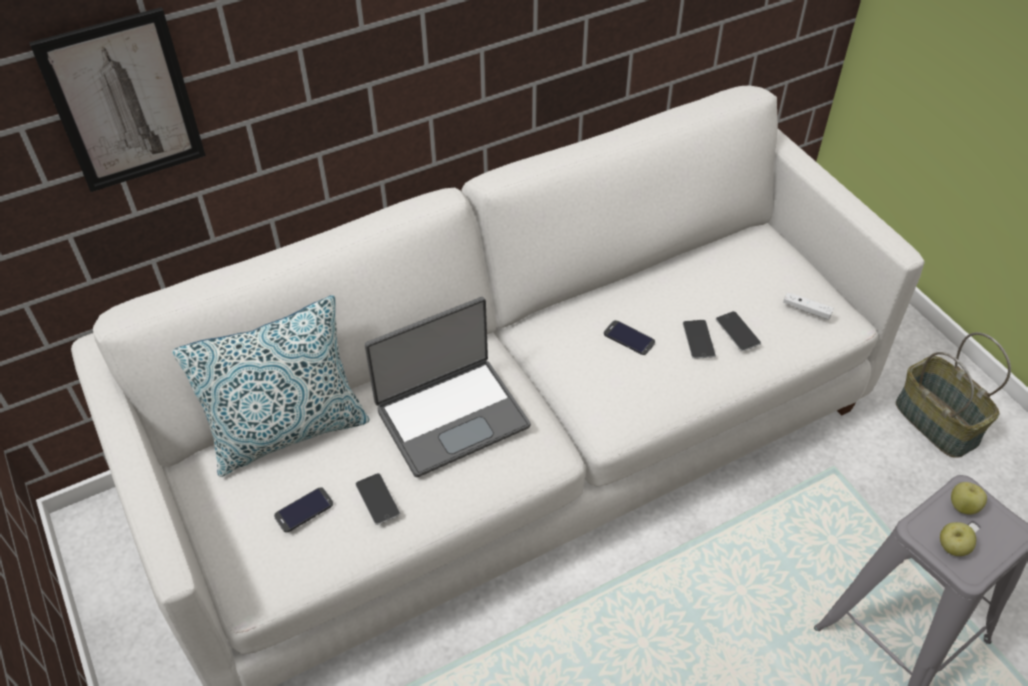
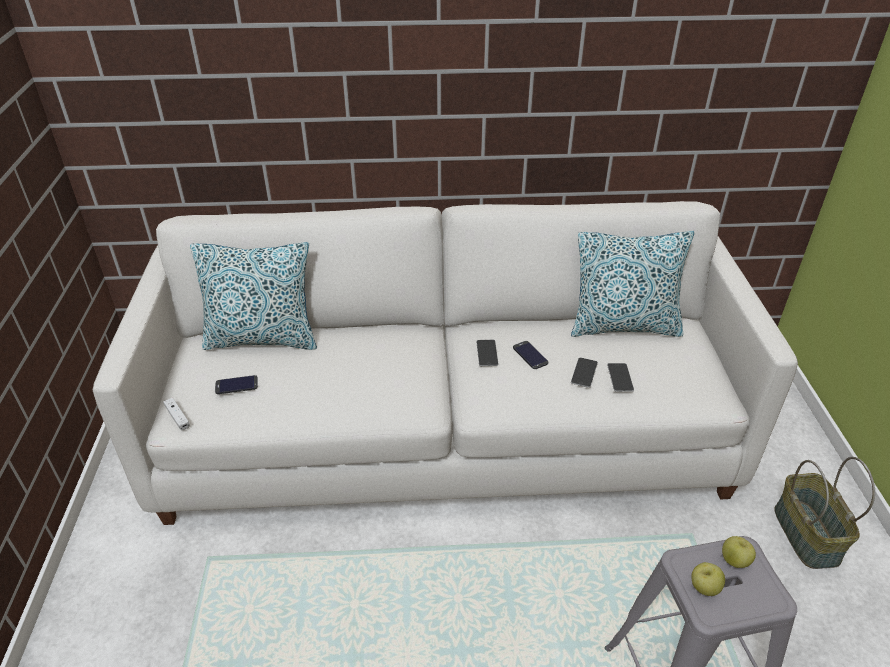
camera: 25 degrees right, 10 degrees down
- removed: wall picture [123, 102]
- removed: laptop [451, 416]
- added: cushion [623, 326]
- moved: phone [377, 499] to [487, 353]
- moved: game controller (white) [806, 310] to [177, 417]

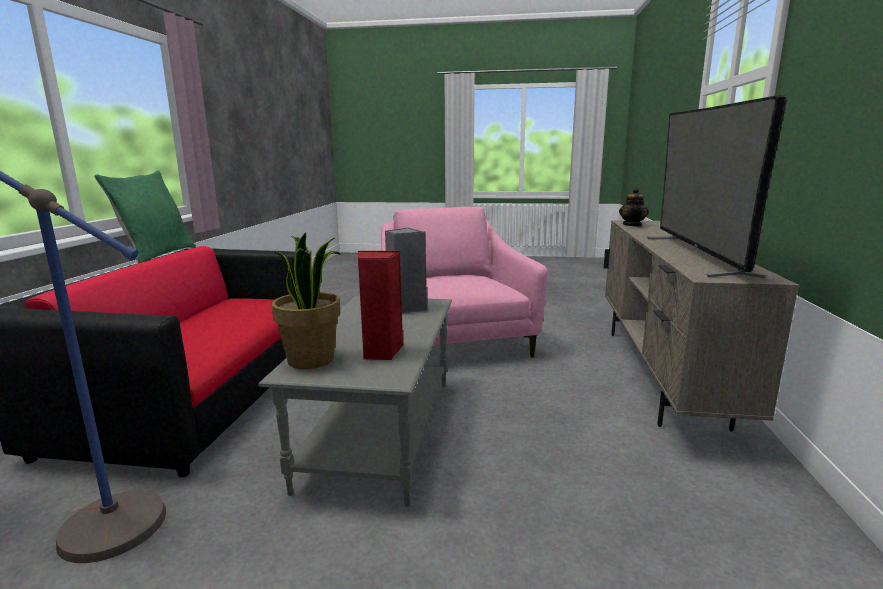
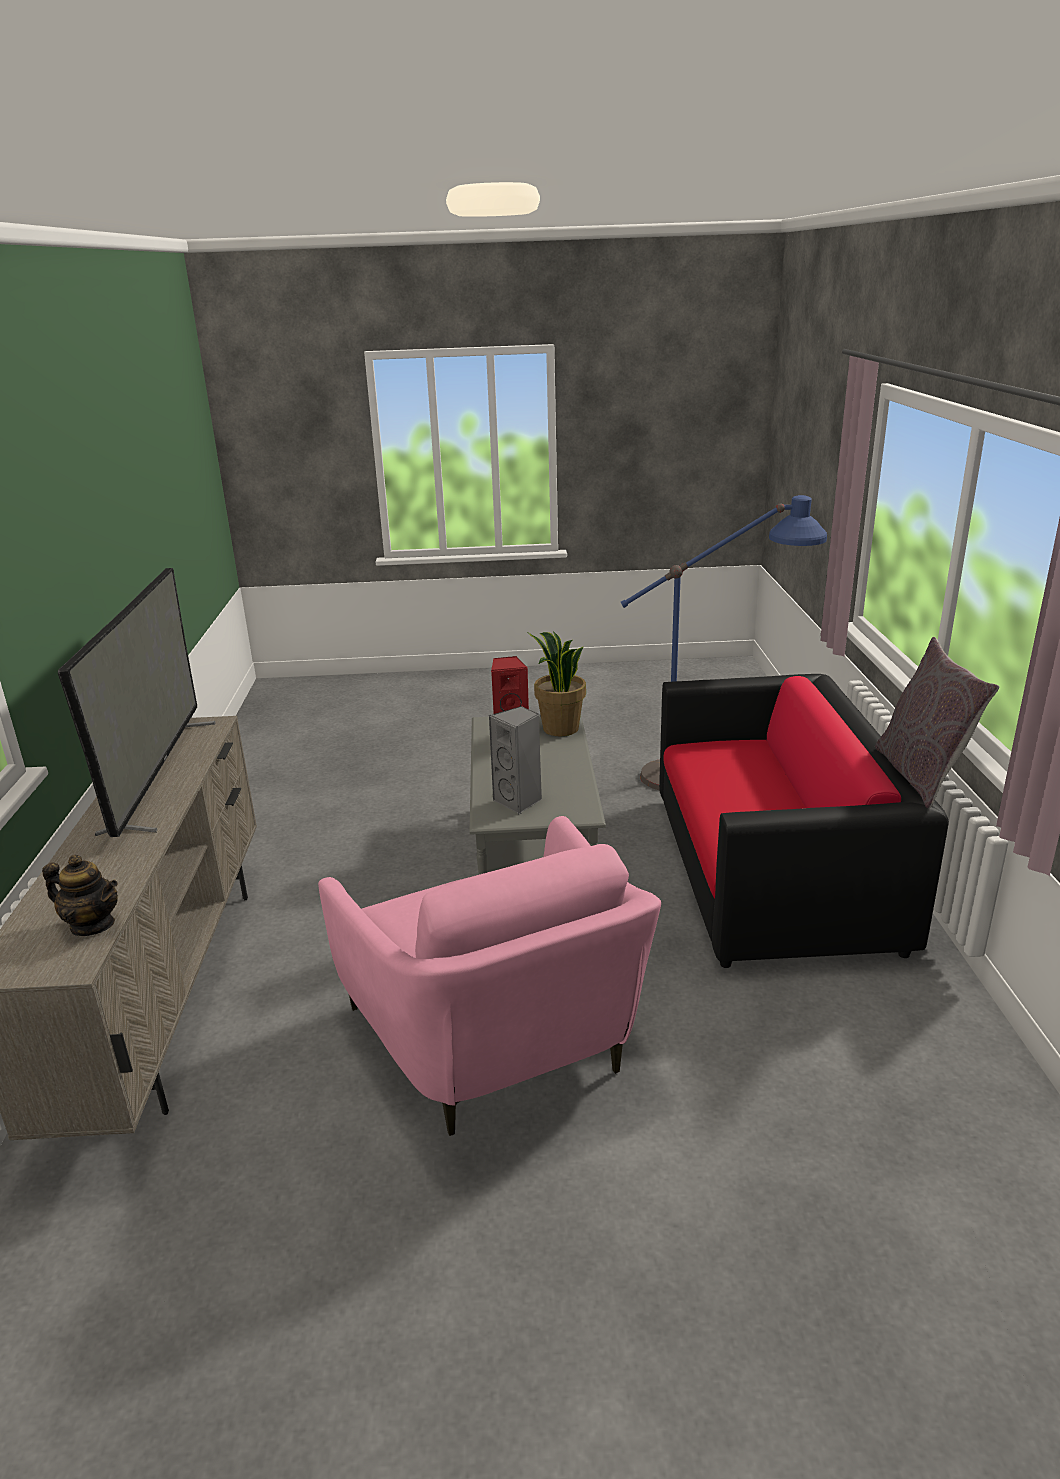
camera: 170 degrees right, 10 degrees up
- recoloured: cushion (green-coloured) [156, 255] to cushion (grey) [922, 775]
- turned: tea pot [632, 225] = [92, 925] 105 degrees clockwise

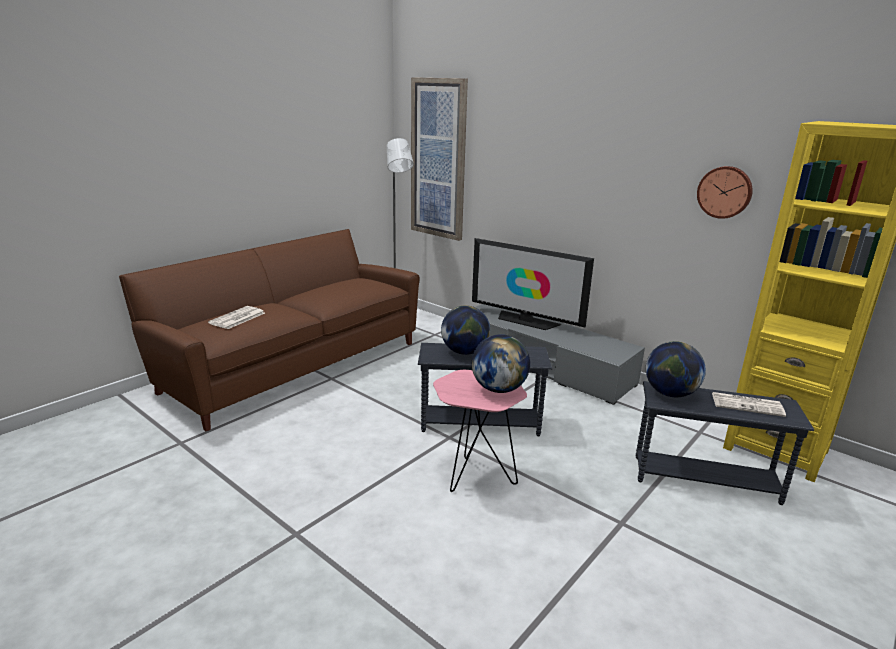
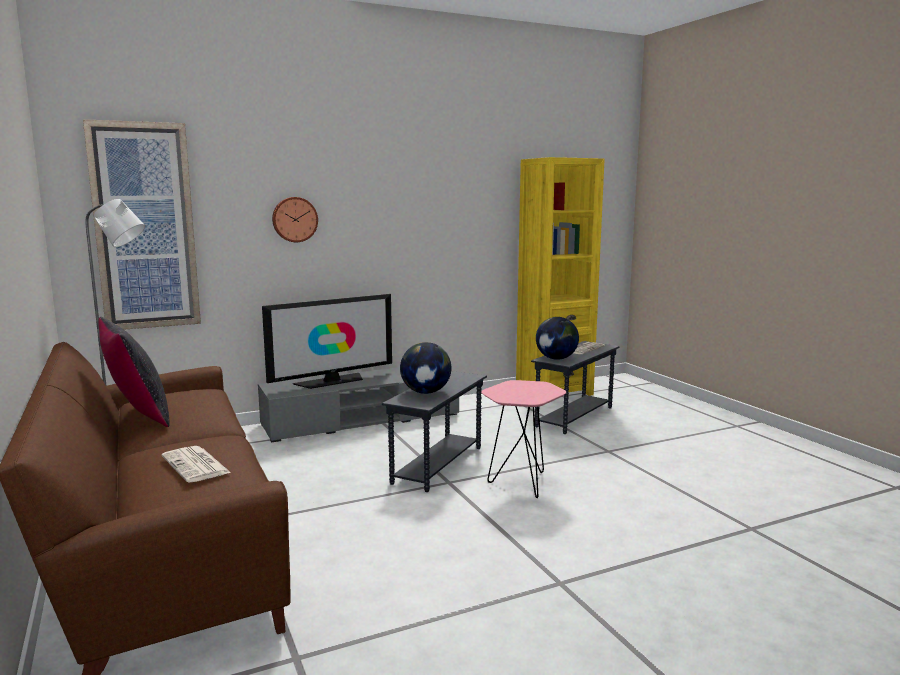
camera: 65 degrees left, 10 degrees down
- removed: globe [499, 389]
- added: cushion (black-coloured) [138, 415]
- moved: hanging clock [725, 192] to [294, 219]

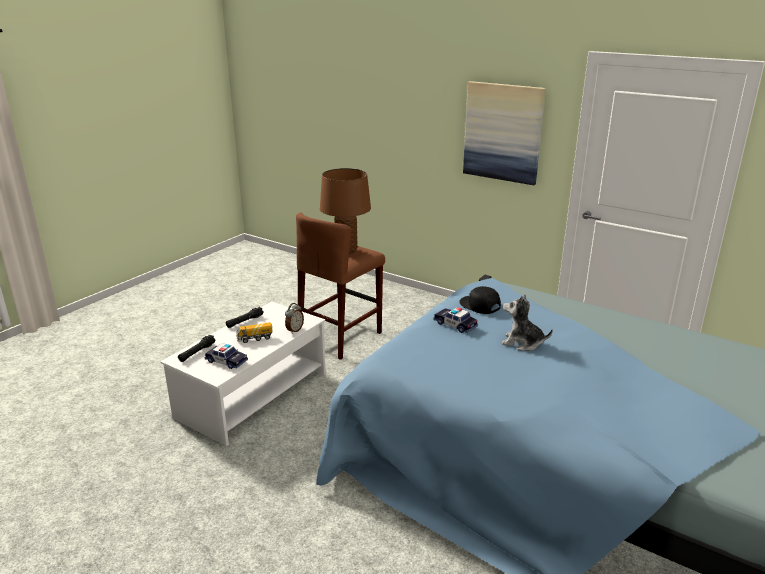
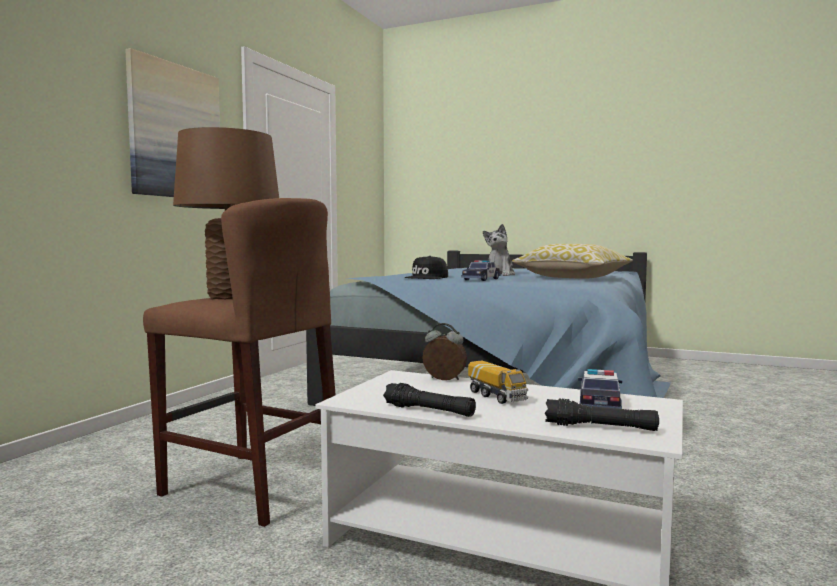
camera: 100 degrees left, 20 degrees down
- added: cushion [573, 277]

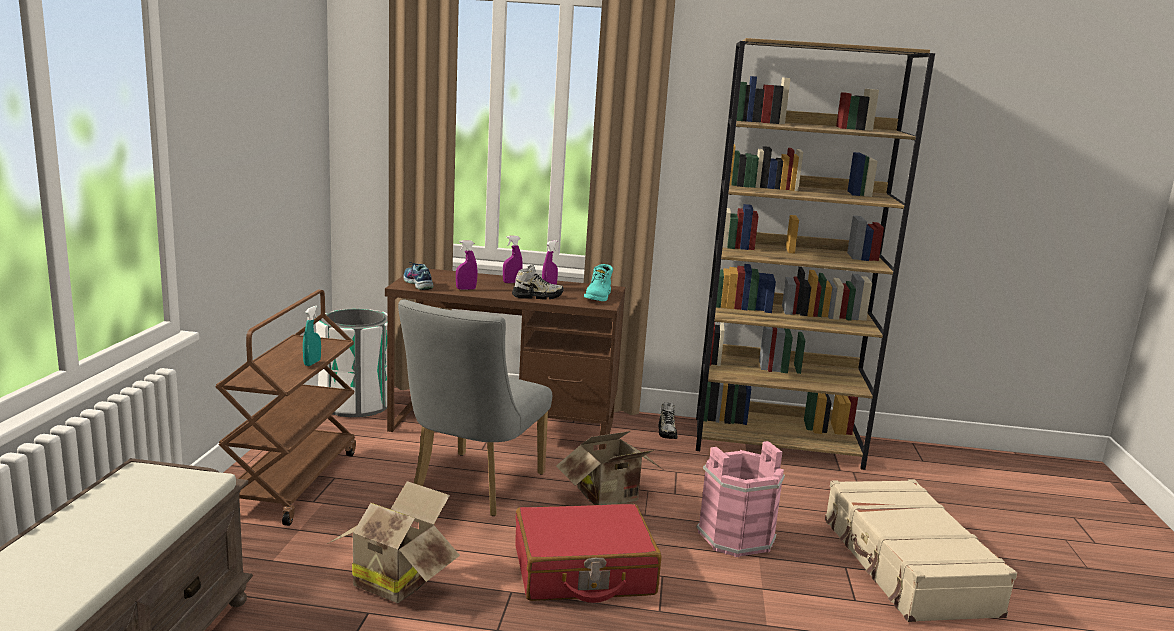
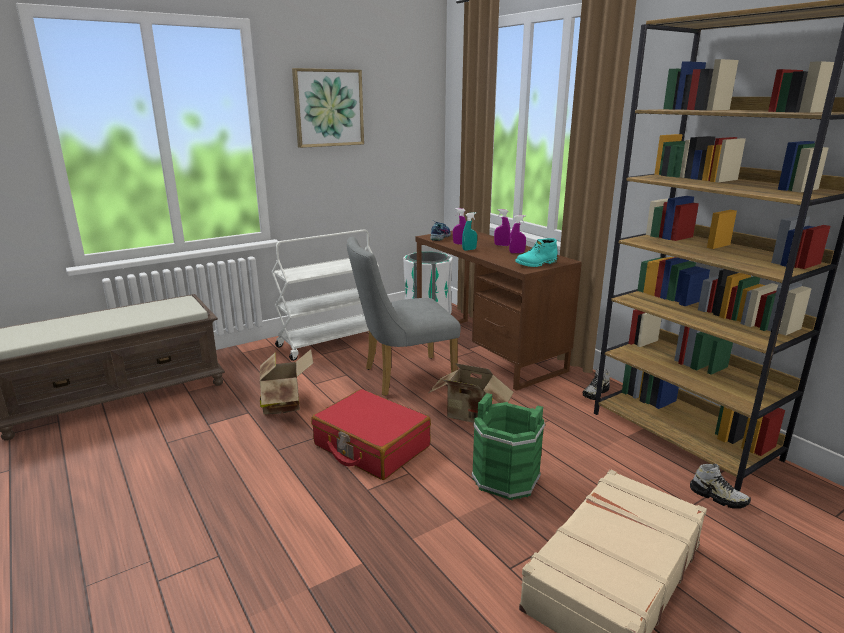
camera: 50 degrees right, 5 degrees up
- added: wall picture [328, 108]
- moved: hand sprayer (turquoise) [312, 363] to [469, 249]
- moved: shoe [537, 296] to [718, 497]
- recoloured: trolley (brown) [292, 482] to trolley (white) [330, 342]
- recoloured: pail (pink-coloured) [735, 536] to pail (green-coloured) [506, 478]

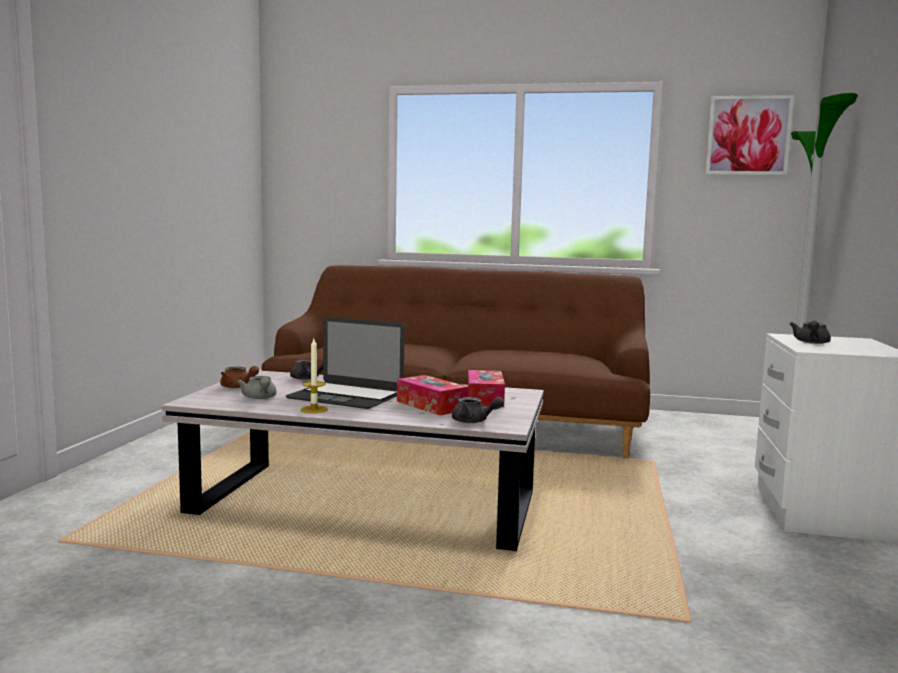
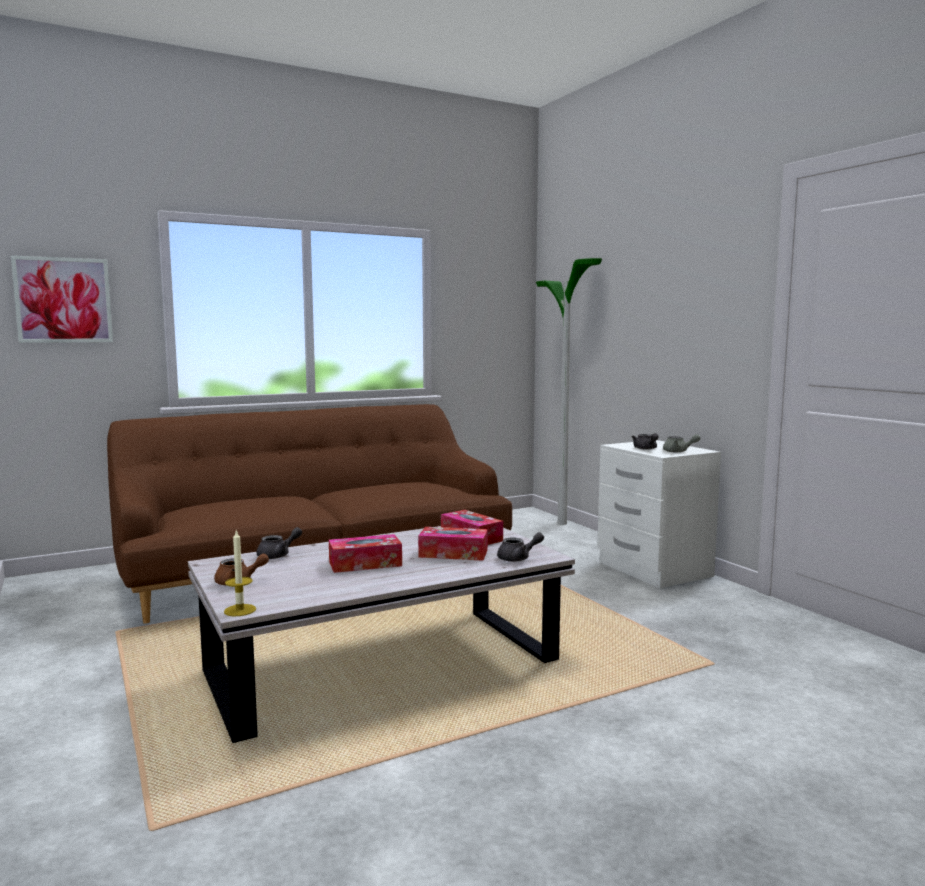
camera: 40 degrees left, 0 degrees up
- moved: tea pot (grey) [260, 398] to [678, 451]
- moved: wax light [314, 409] to [240, 610]
- moved: wall picture [748, 135] to [63, 300]
- replaced: laptop [345, 396] to tissue holder [365, 564]

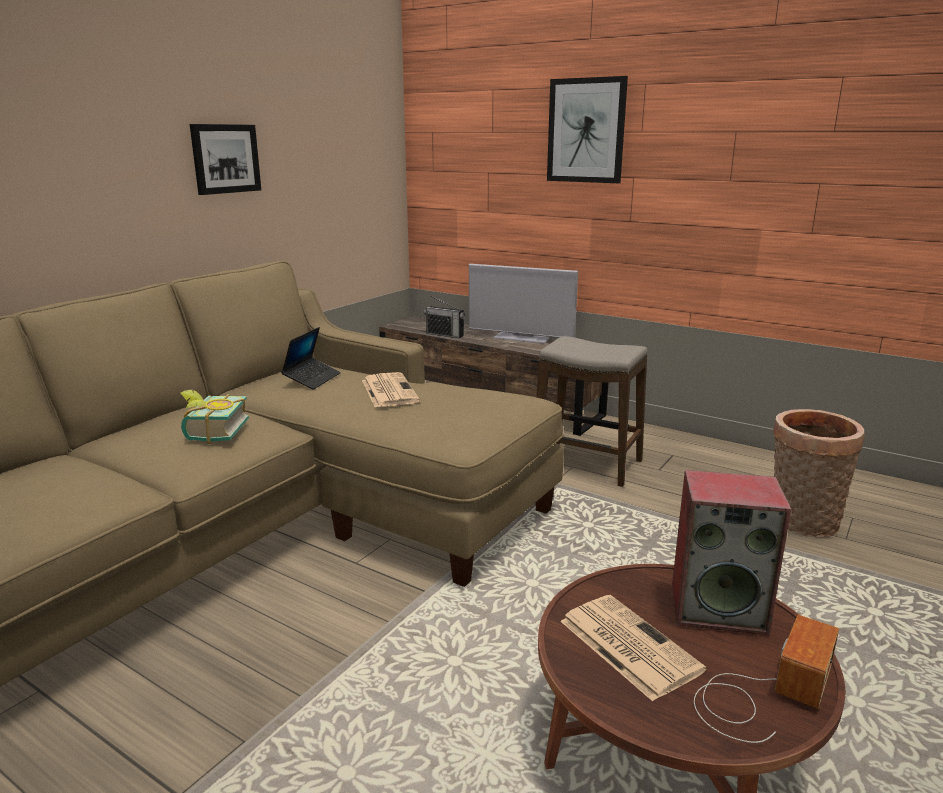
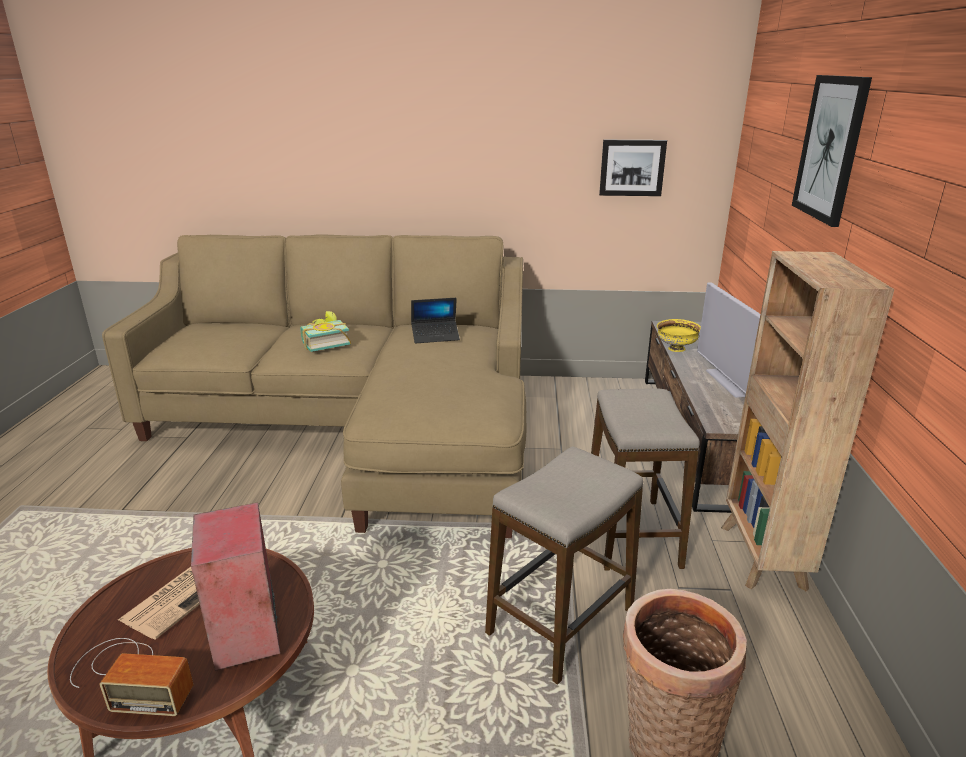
camera: 60 degrees right, 5 degrees up
- removed: printed paper [388, 391]
- added: stool seat [561, 622]
- added: shelving unit (brown) [762, 558]
- moved: wall picture [225, 158] to [632, 167]
- replaced: radio [445, 335] to serving bowl (yellowish) [676, 349]

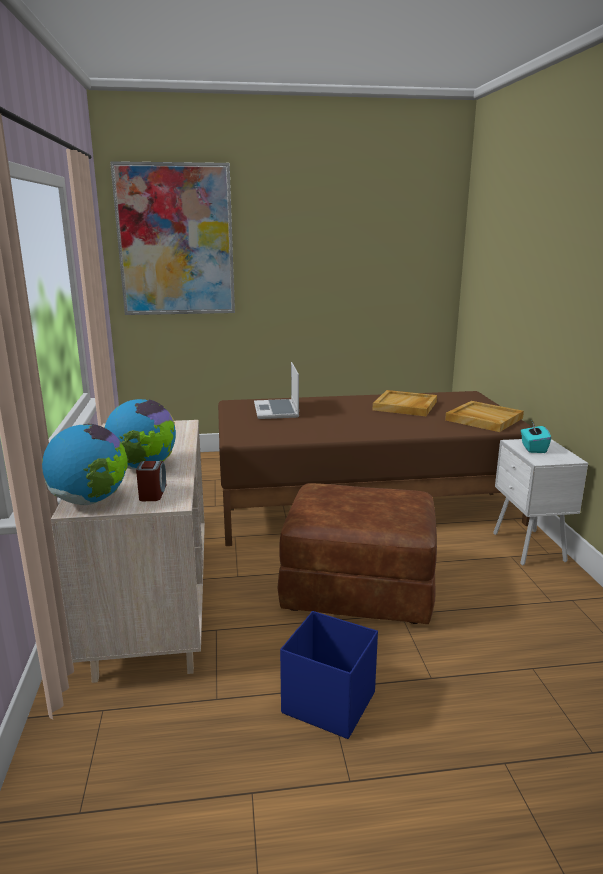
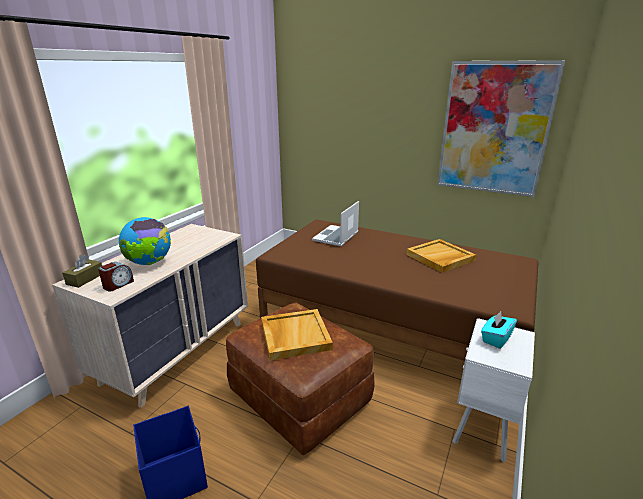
camera: 35 degrees right, 5 degrees up
- moved: wall picture [175, 240] to [494, 129]
- moved: carrying tray (beige) [483, 419] to [294, 335]
- replaced: globe [90, 501] to tissue holder (brown) [85, 279]

